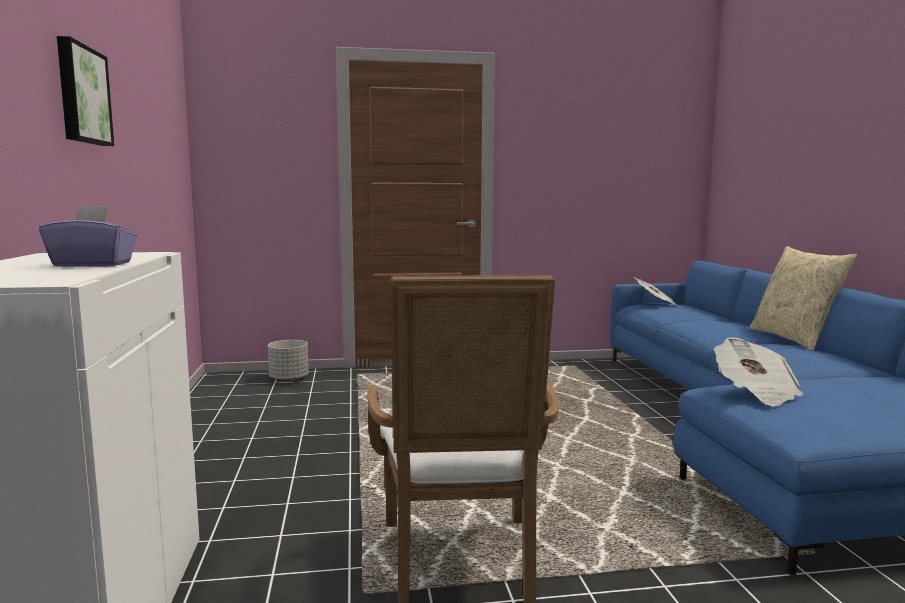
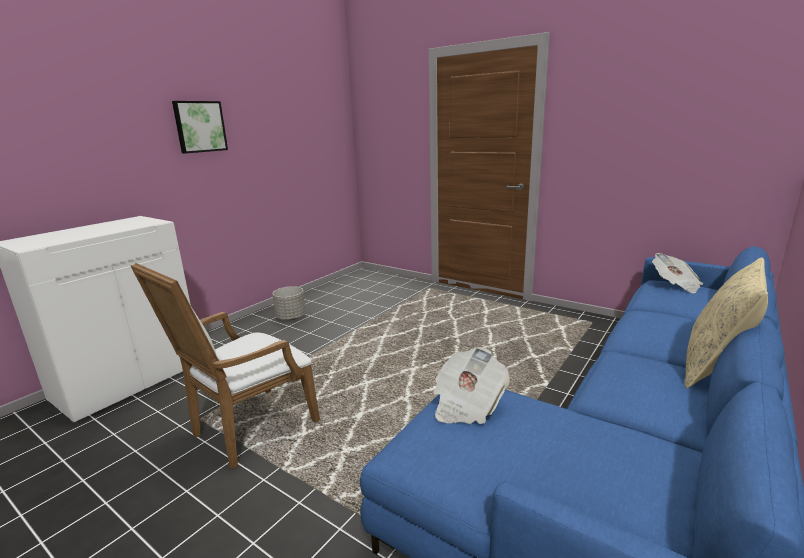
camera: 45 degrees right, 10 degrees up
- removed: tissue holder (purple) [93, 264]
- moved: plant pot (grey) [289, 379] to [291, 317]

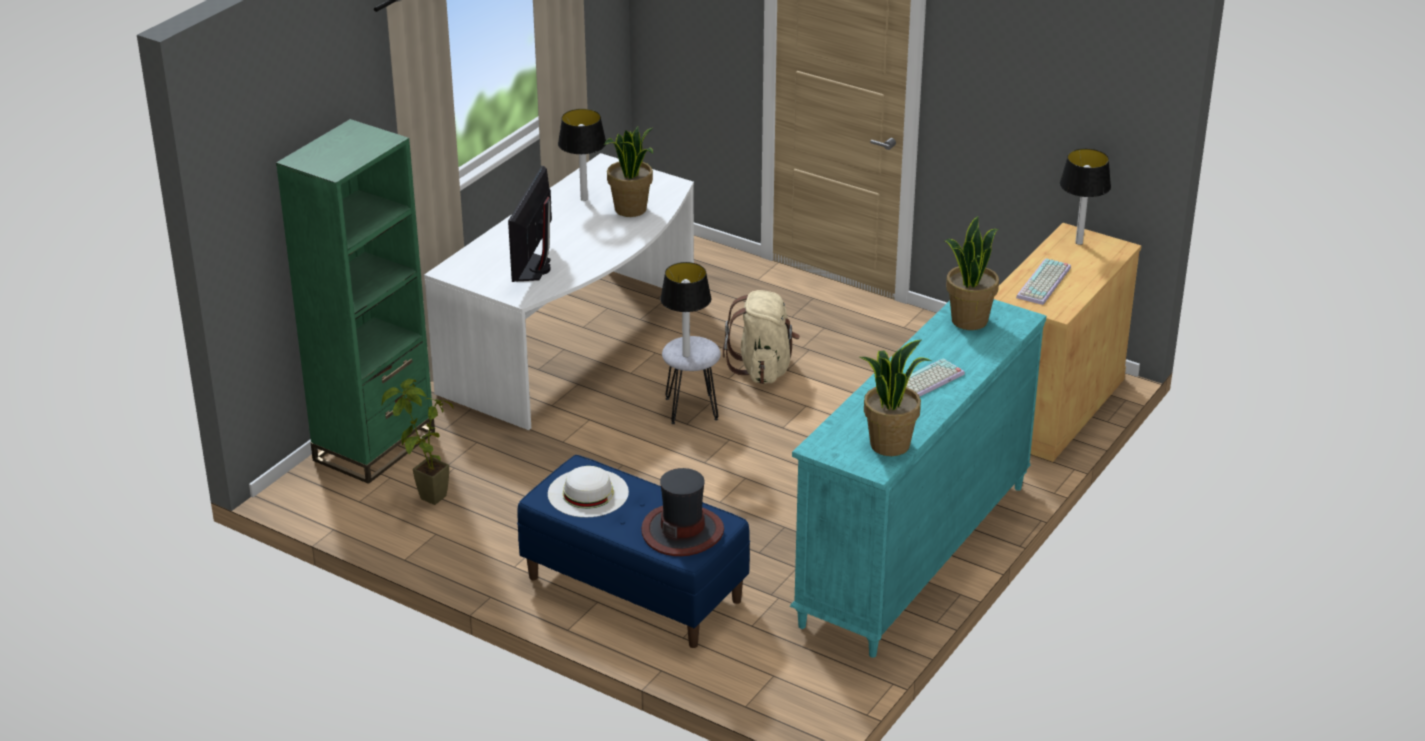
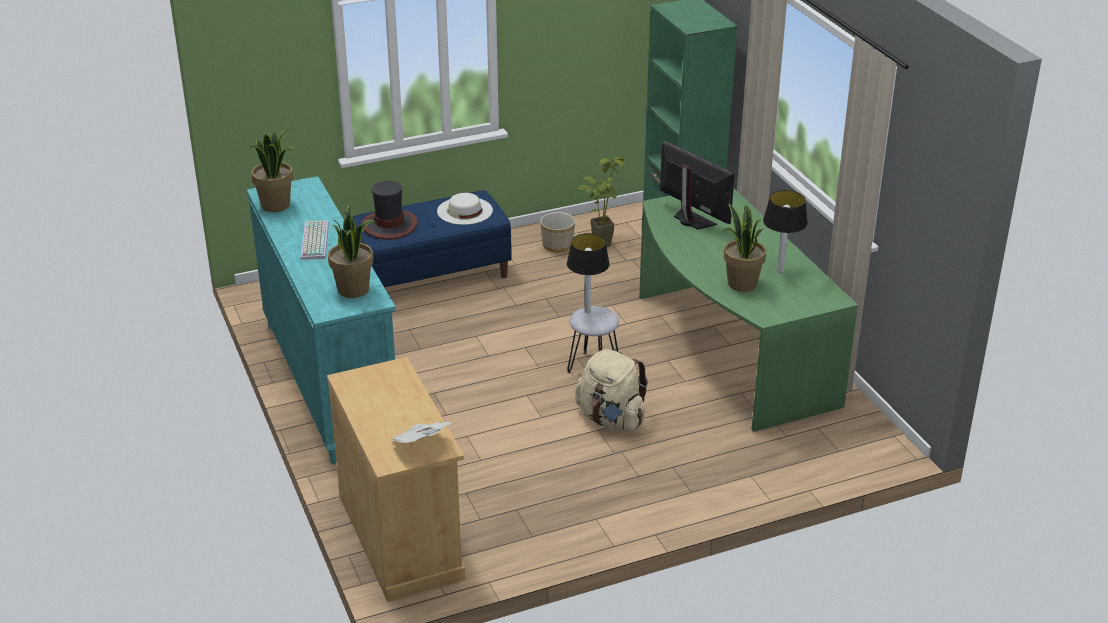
camera: 125 degrees right, 0 degrees up
- removed: keyboard [1044, 283]
- added: plant pot [558, 245]
- replaced: table lamp [1079, 243] to printed paper [421, 444]
- recoloured: desk (white) [576, 346] to desk (green-coloured) [729, 351]

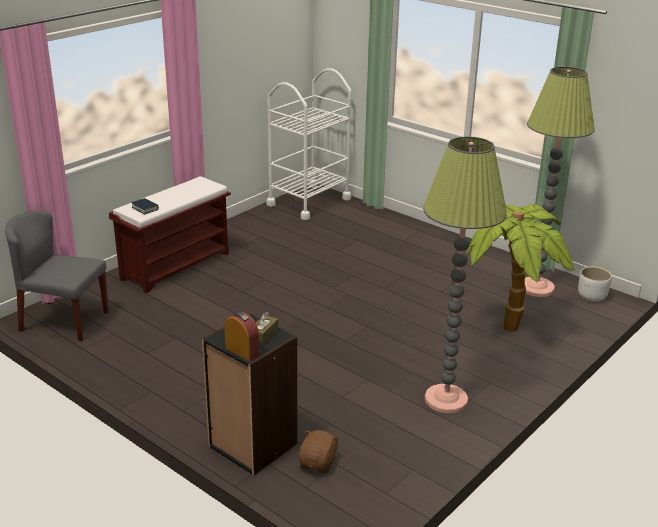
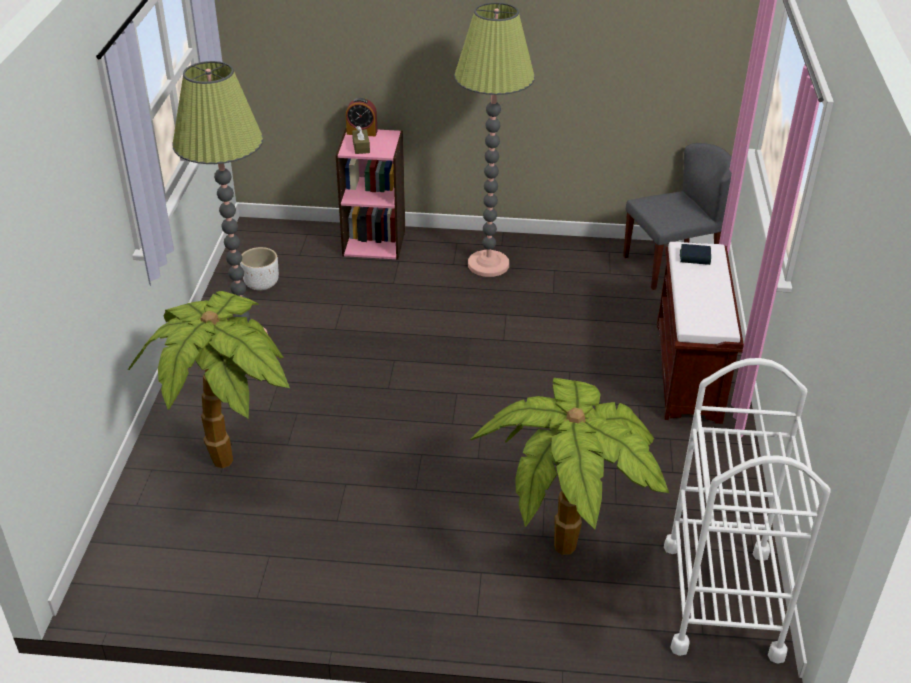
camera: 145 degrees right, 10 degrees up
- removed: soft toy (brown) [318, 463]
- added: plant in a pot [562, 555]
- moved: floor lamp [536, 288] to [488, 265]
- moved: plant pot (white) [592, 297] to [261, 284]
- recoloured: shelving unit (black-coloured) [252, 445] to shelving unit (pink-coloured) [374, 242]

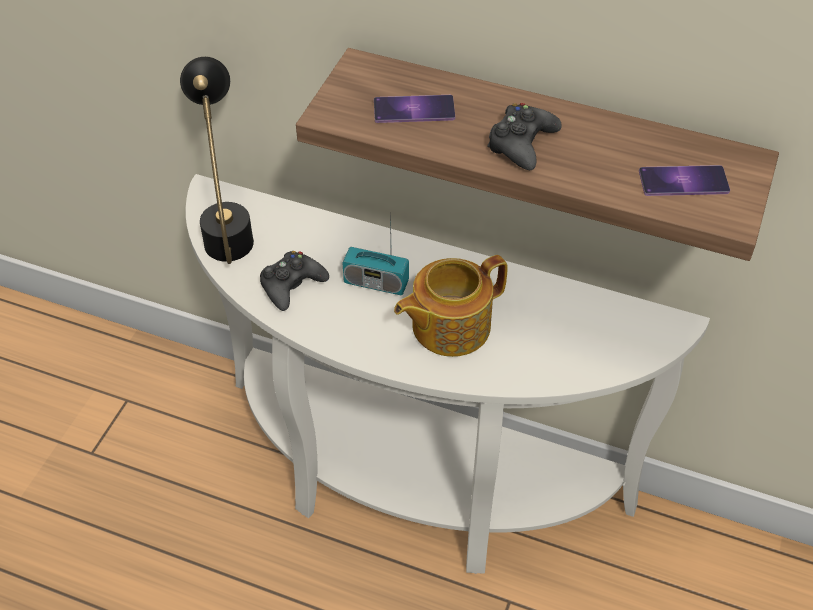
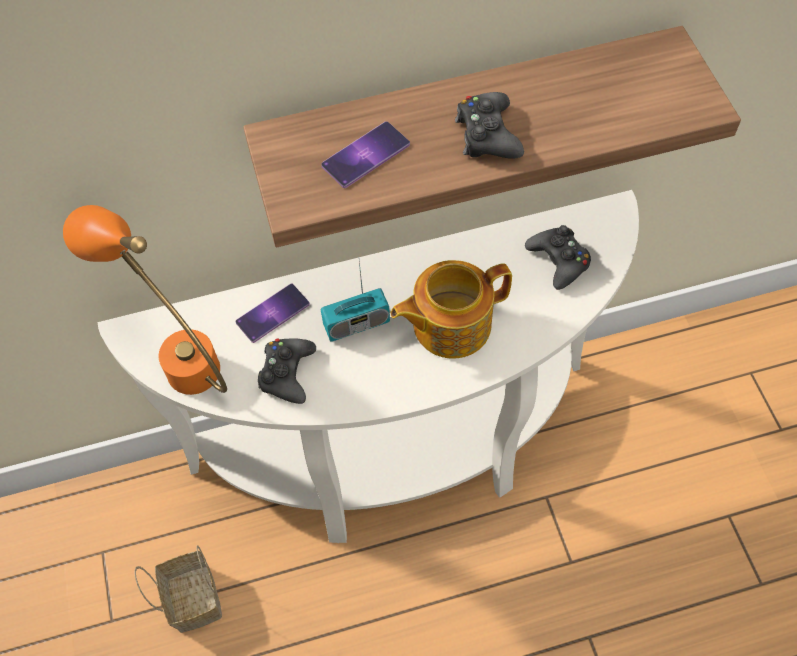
camera: 35 degrees left, 10 degrees up
- added: household basket [192, 597]
- added: game controller (black-coloured) [559, 261]
- moved: phone [683, 181] to [272, 313]
- recoloured: table lamp (black-coloured) [227, 225] to table lamp (orangey) [176, 354]
- turned: tea pot [449, 326] = [449, 324] 45 degrees clockwise

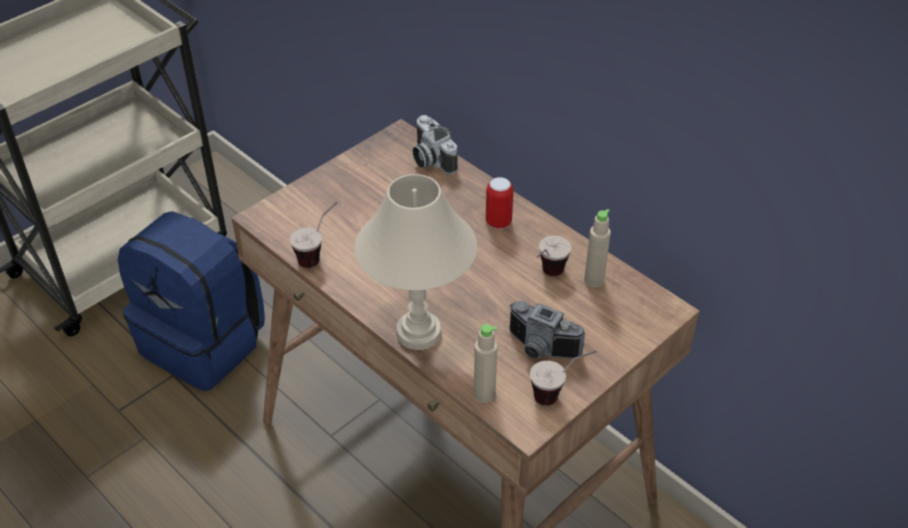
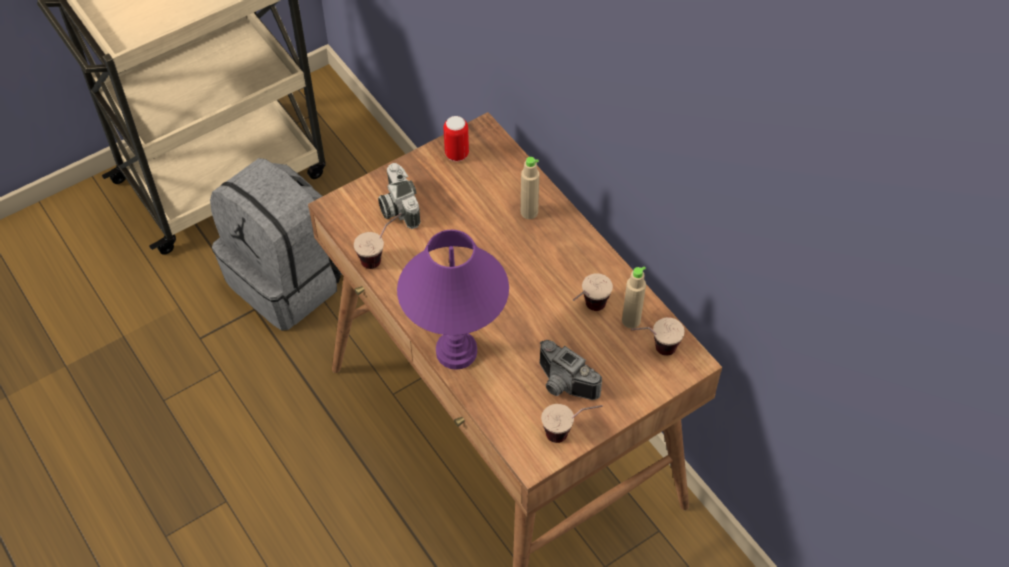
camera: 10 degrees right, 10 degrees up
- added: drinking cup [653, 350]
- moved: photo camera [430, 159] to [397, 207]
- moved: bottle (beige) [484, 394] to [529, 212]
- moved: can [498, 222] to [457, 154]
- recoloured: knapsack (blue-coloured) [205, 343] to knapsack (grey) [289, 280]
- recoloured: table lamp (beige) [419, 332] to table lamp (purple) [457, 351]

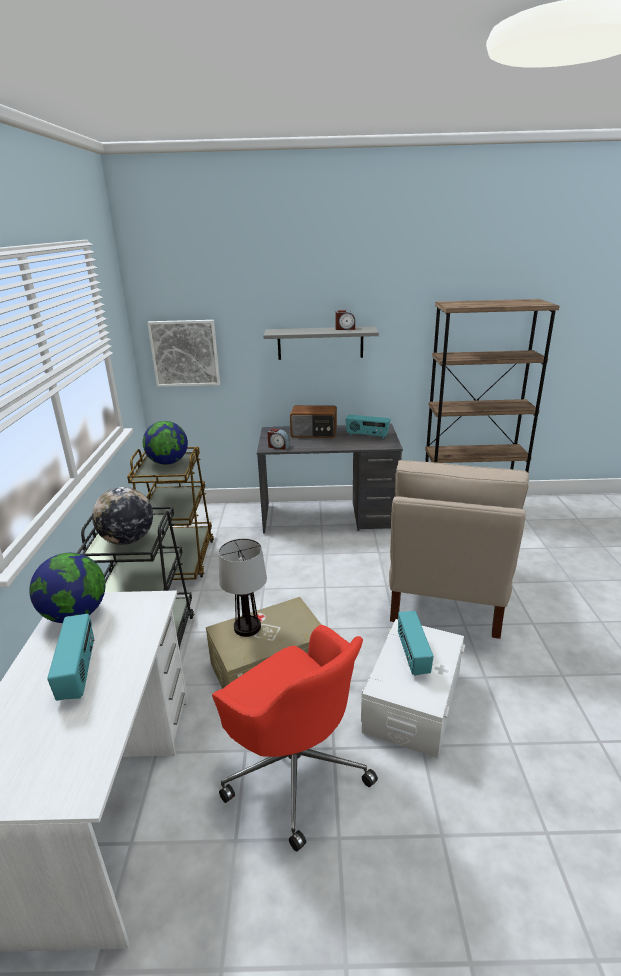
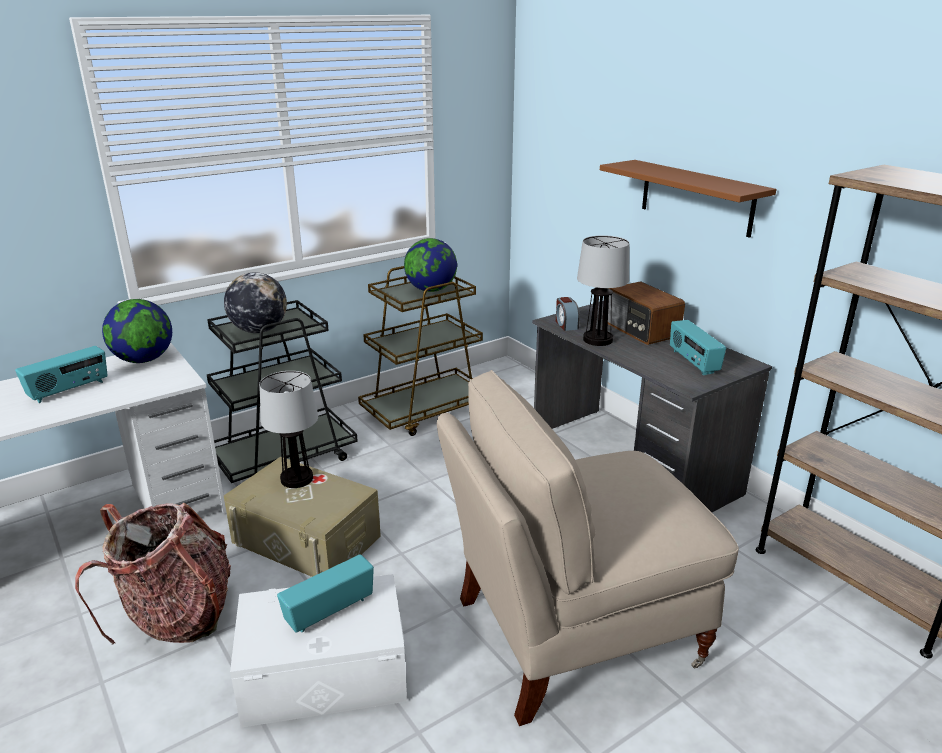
camera: 55 degrees right, 0 degrees up
- removed: wall picture [185, 353]
- removed: alarm clock [345, 329]
- added: table lamp [598, 340]
- replaced: office chair (red) [295, 767] to knapsack [177, 616]
- recoloured: shelf (grey) [320, 343] to shelf (brown) [696, 197]

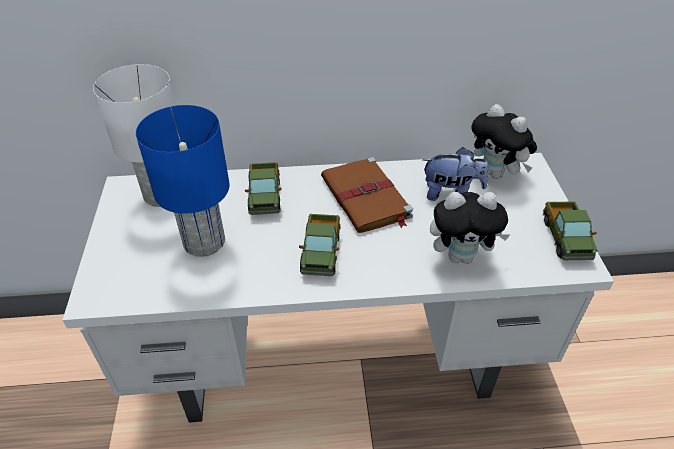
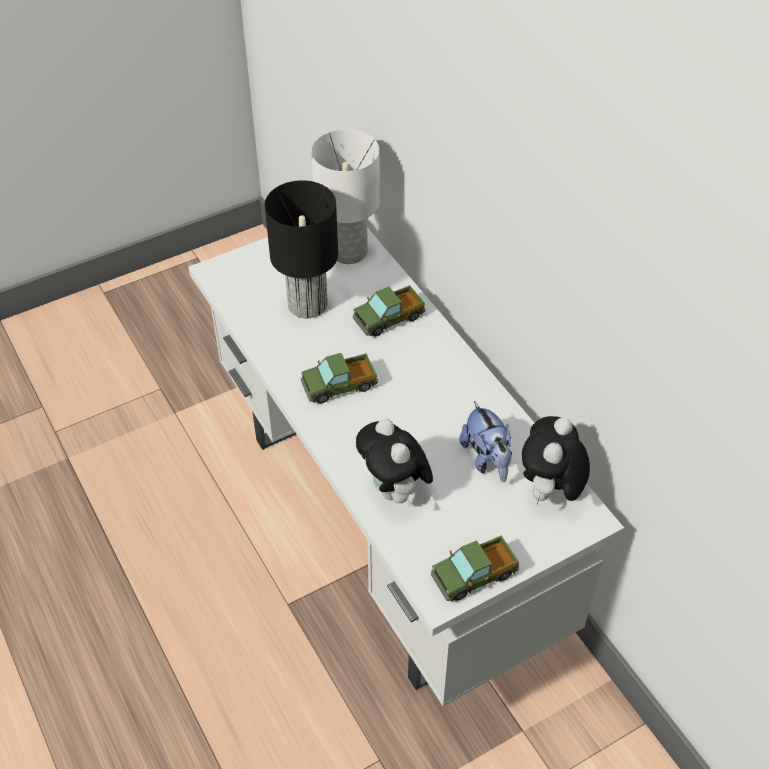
camera: 65 degrees right, 5 degrees up
- removed: bound book (brown) [366, 198]
- recoloured: table lamp (blue-coloured) [205, 241] to table lamp (black-coloured) [309, 305]

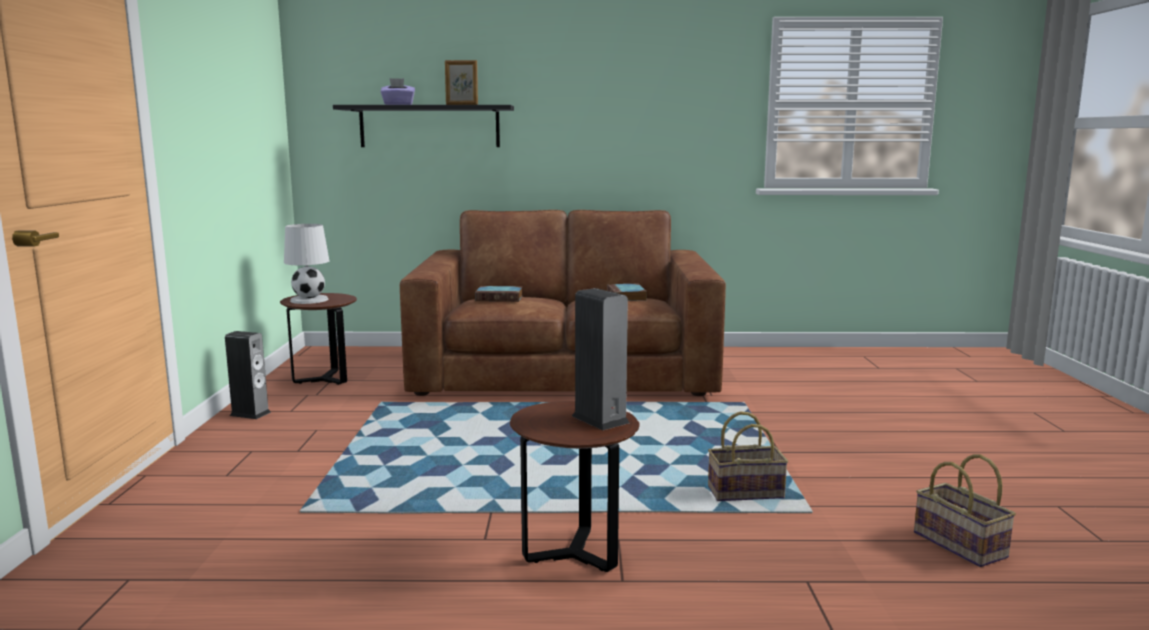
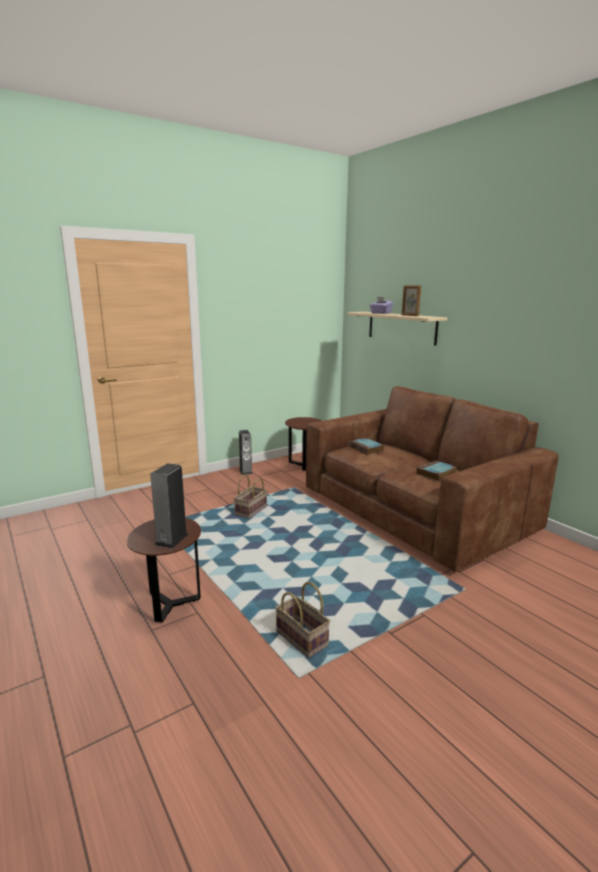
camera: 55 degrees right, 5 degrees up
- removed: table lamp (white) [309, 300]
- moved: household basket [962, 545] to [251, 511]
- recoloured: shelf (black-coloured) [429, 126] to shelf (beige) [401, 327]

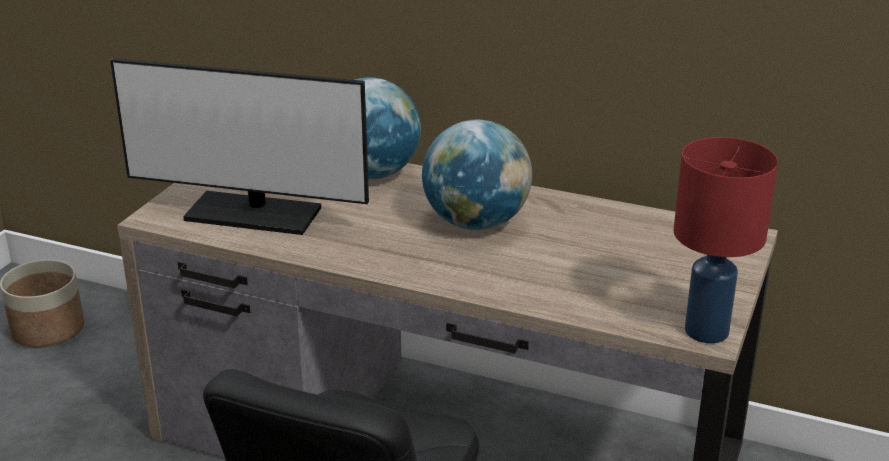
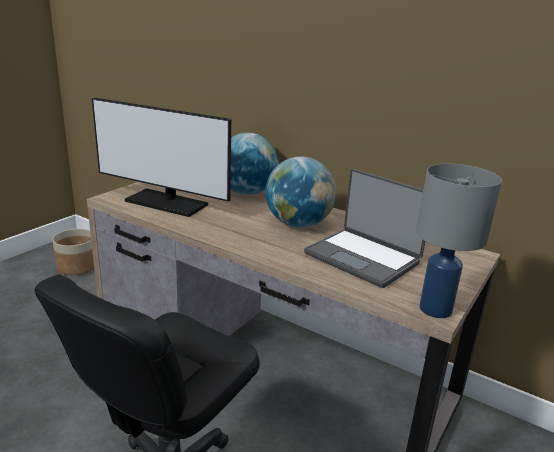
camera: 10 degrees right, 5 degrees down
- added: laptop [363, 258]
- recoloured: table lamp (red) [705, 331] to table lamp (grey) [434, 309]

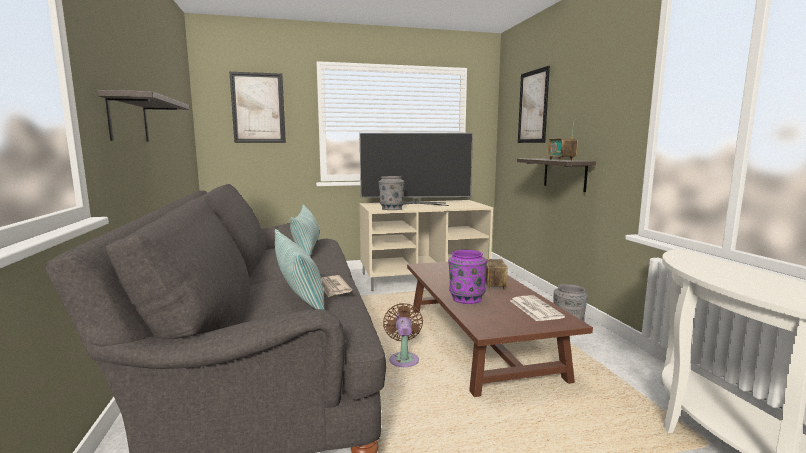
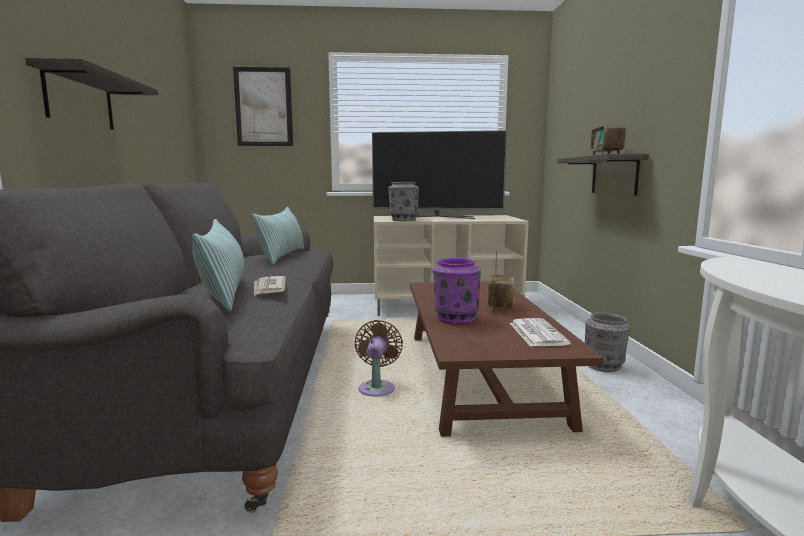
camera: 10 degrees right, 0 degrees up
- removed: wall picture [533, 107]

